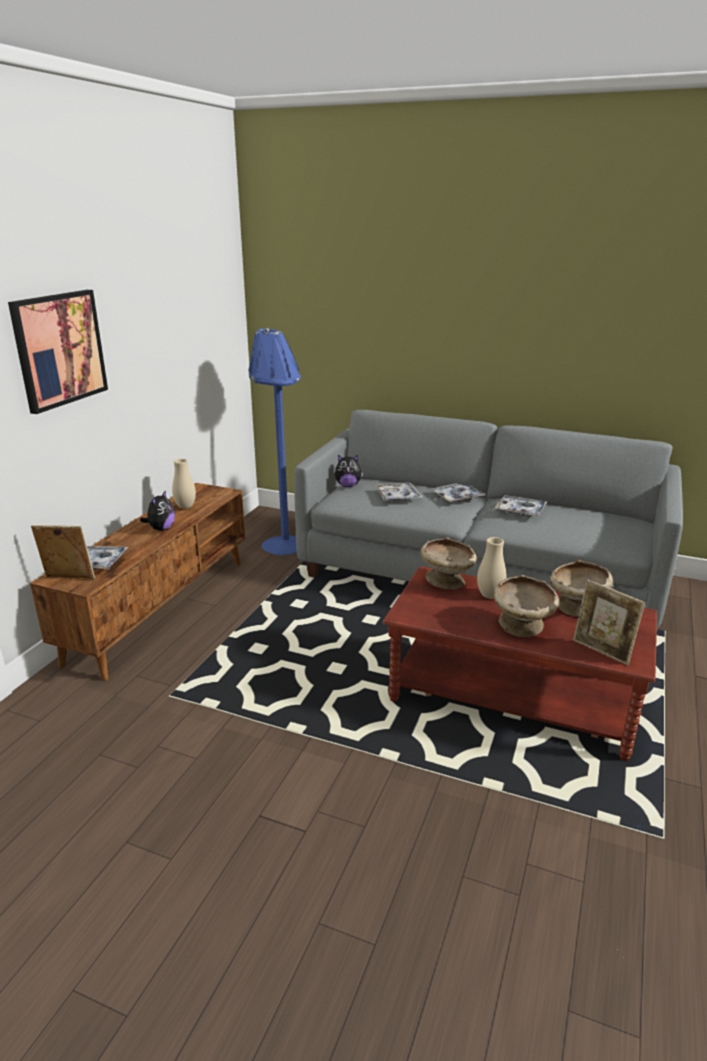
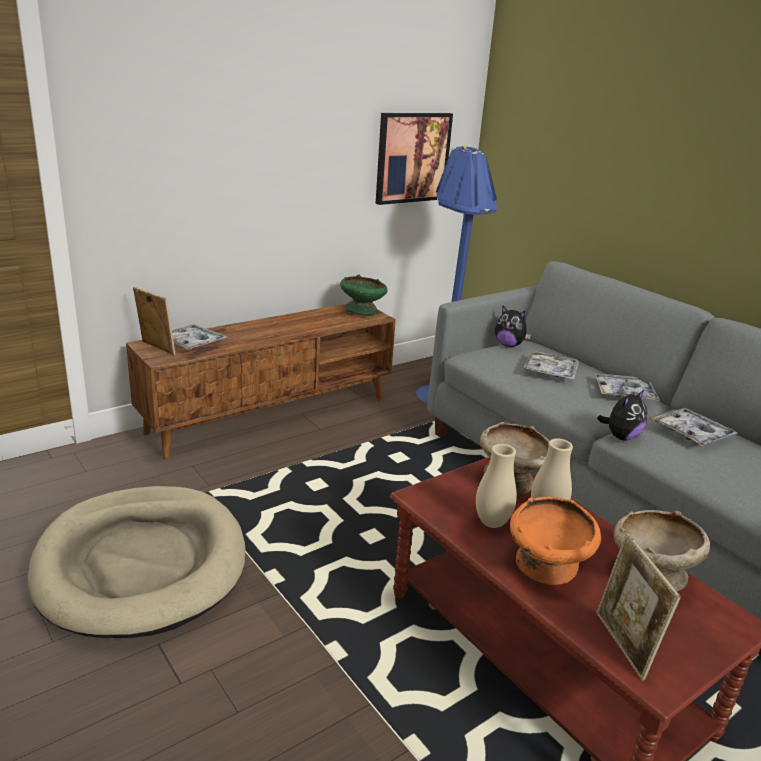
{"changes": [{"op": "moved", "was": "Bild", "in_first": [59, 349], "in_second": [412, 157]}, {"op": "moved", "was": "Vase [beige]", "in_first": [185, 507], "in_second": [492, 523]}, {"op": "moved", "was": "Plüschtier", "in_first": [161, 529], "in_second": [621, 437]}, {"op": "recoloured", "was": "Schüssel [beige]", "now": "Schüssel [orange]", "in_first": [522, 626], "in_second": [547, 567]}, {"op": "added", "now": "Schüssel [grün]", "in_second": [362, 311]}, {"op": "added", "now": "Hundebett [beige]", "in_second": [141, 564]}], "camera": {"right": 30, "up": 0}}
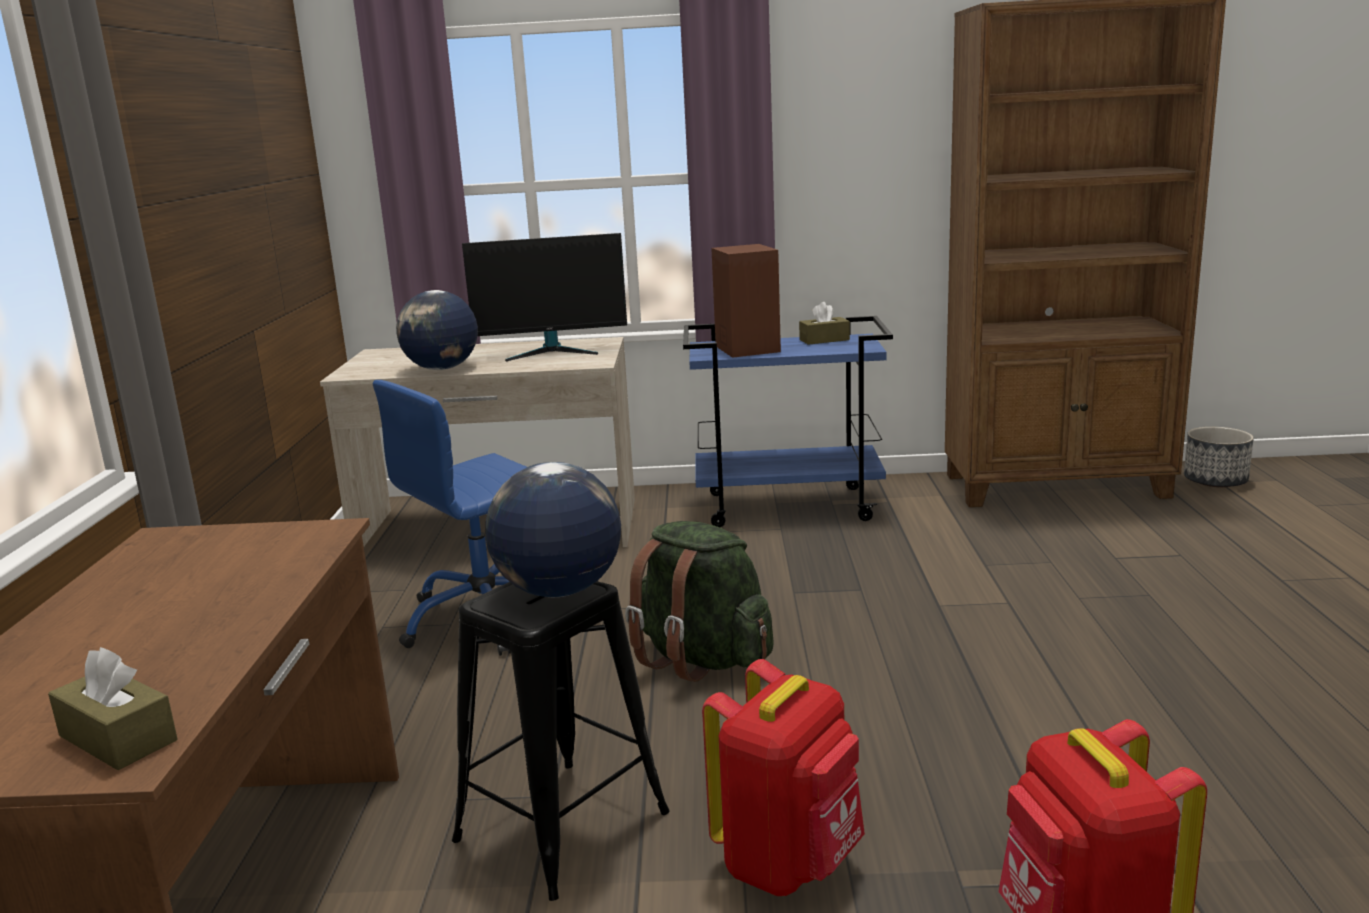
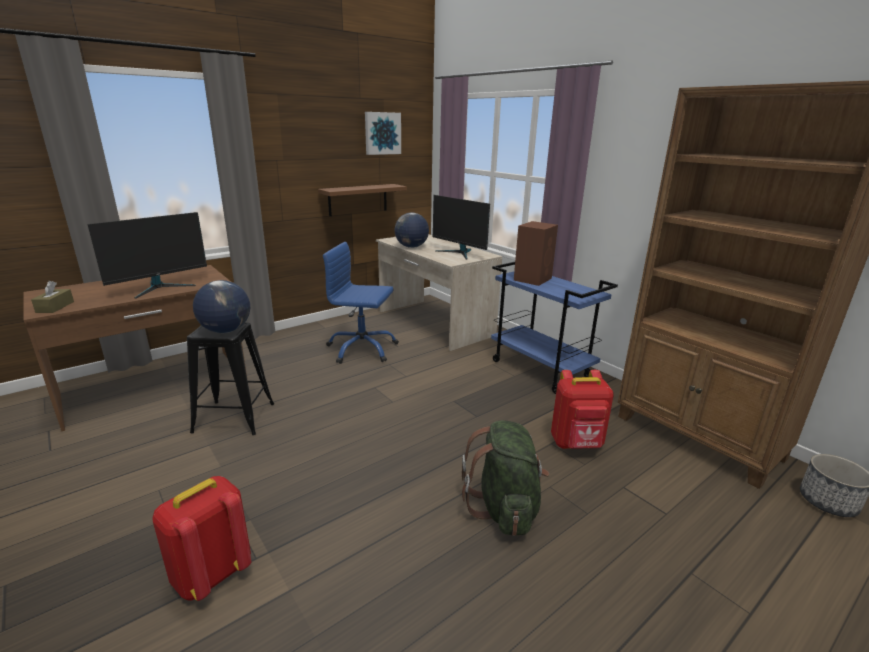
{"changes": [{"op": "removed", "was": "Taschentuchbox [braun]", "in_first": [824, 340]}, {"op": "moved", "was": "Rucksack [grün]", "in_first": [701, 659], "in_second": [504, 508]}, {"op": "moved", "was": "Rucksack [rot]", "in_first": [789, 863], "in_second": [577, 444]}, {"op": "added", "now": "Bild", "in_second": [382, 133]}, {"op": "added", "now": "Wandregal [braun]", "in_second": [358, 199]}, {"op": "added", "now": "Monitor", "in_second": [160, 287]}], "camera": {"right": 50, "up": 5}}
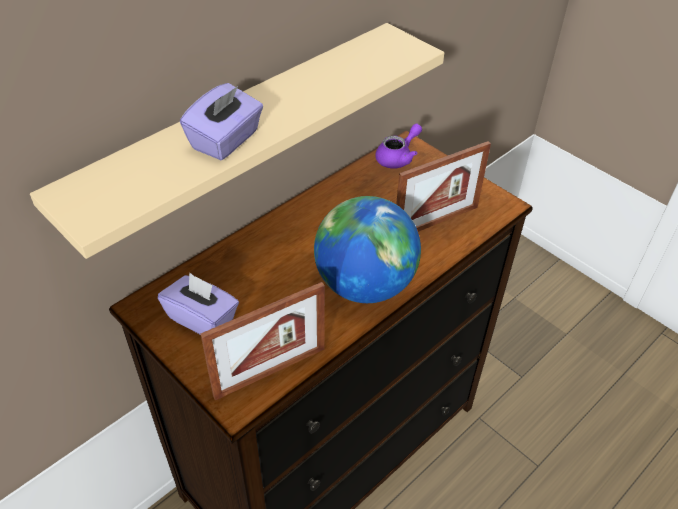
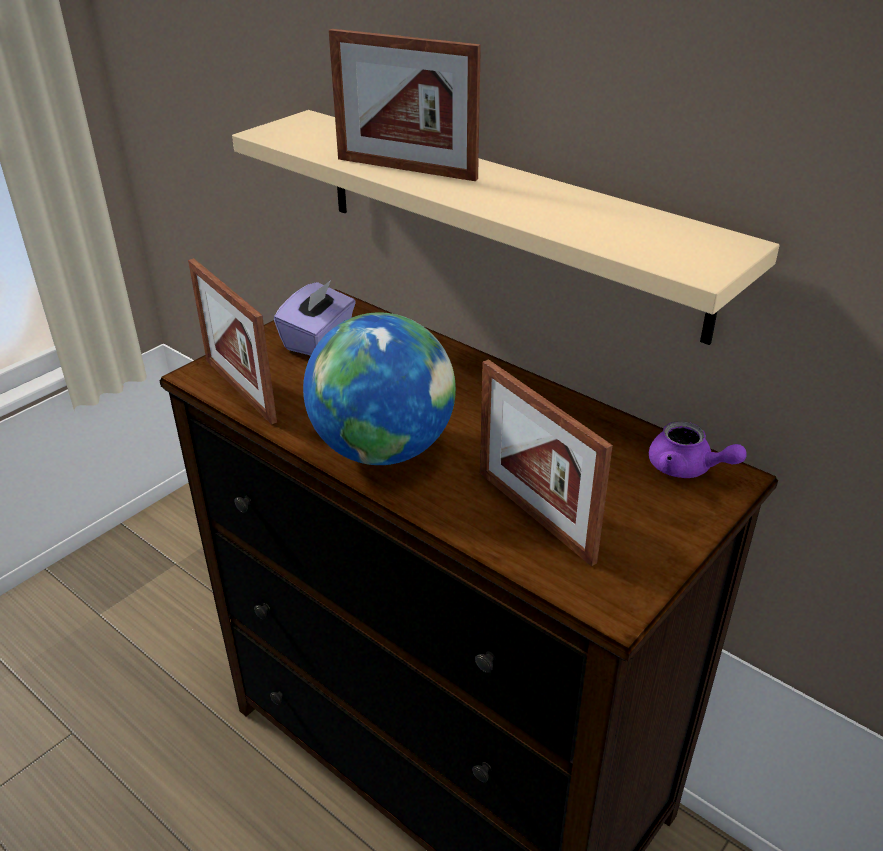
{"changes": [{"op": "replaced", "was": "Taschentuchbox [lila]", "now": "Bilderrahmen", "in_first": [226, 140], "in_second": [406, 169]}], "camera": {"right": 85, "up": -10}}
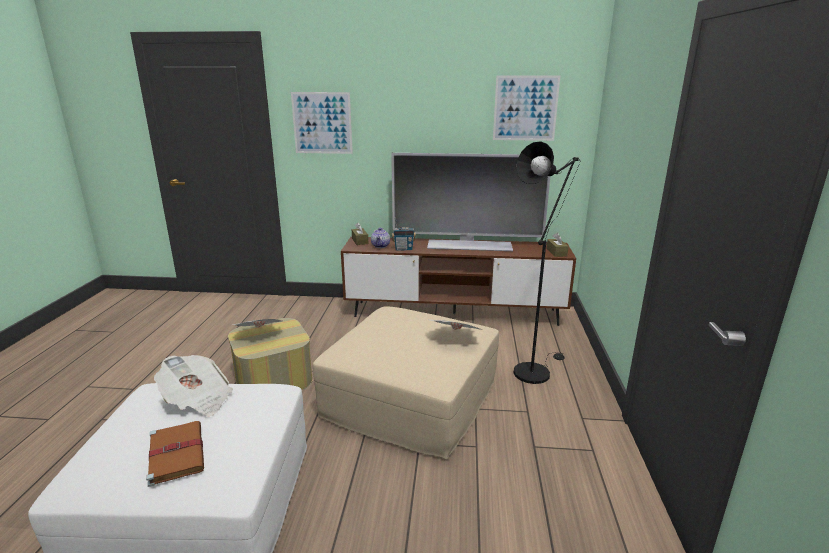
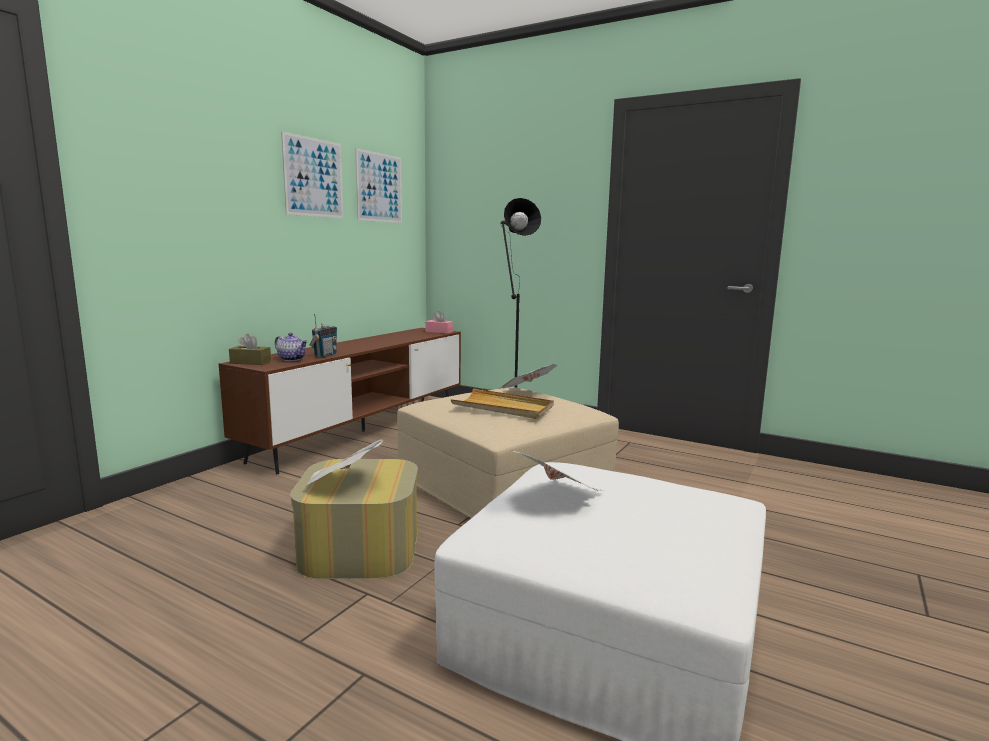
{"changes": [{"op": "moved", "was": "Bild", "in_first": [322, 123], "in_second": [313, 177]}, {"op": "removed", "was": "Fernseher", "in_first": [469, 245]}, {"op": "recoloured", "was": "Taschentuchbox [braun]", "now": "Taschentuchbox [rosa]", "in_first": [556, 252], "in_second": [439, 332]}, {"op": "removed", "was": "Buch [braun]", "in_first": [176, 453]}, {"op": "added", "now": "Tablett [beige]", "in_second": [503, 407]}], "camera": {"right": -65, "up": -10}}
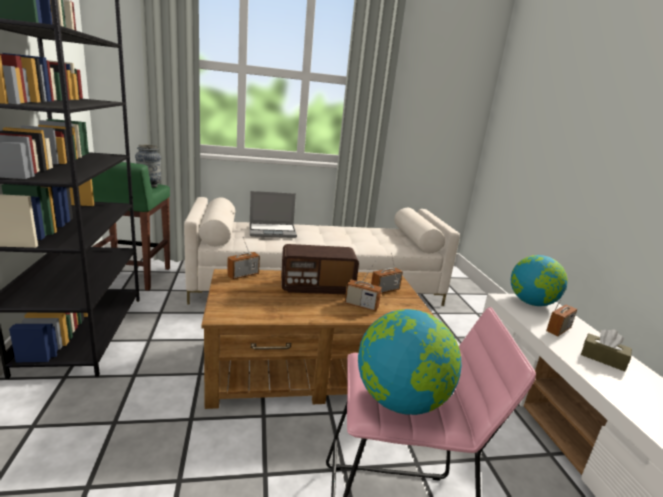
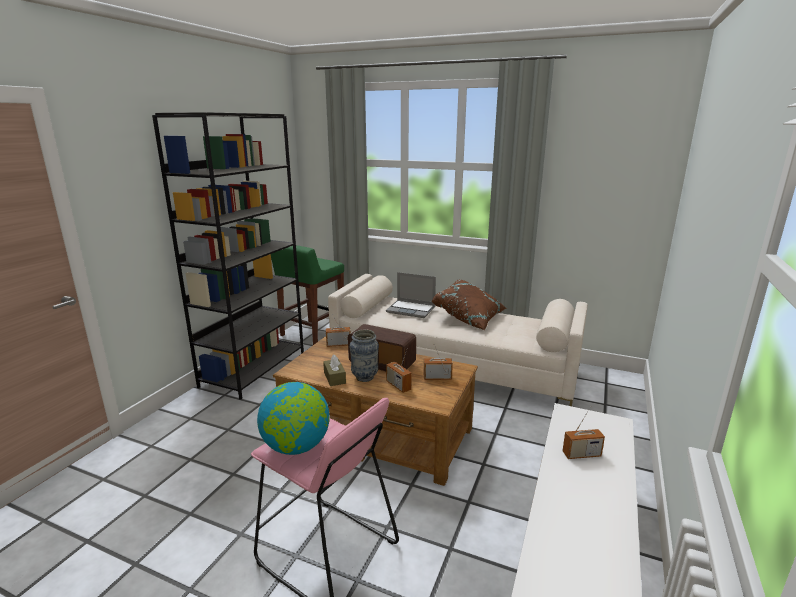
{"changes": [{"op": "moved", "was": "Vase", "in_first": [150, 185], "in_second": [365, 377]}, {"op": "removed", "was": "Globus", "in_first": [531, 303]}, {"op": "moved", "was": "Taschentuchbox [braun]", "in_first": [603, 358], "in_second": [334, 378]}, {"op": "added", "now": "Kissen [braun]", "in_second": [469, 317]}], "camera": {"right": 35, "up": 0}}
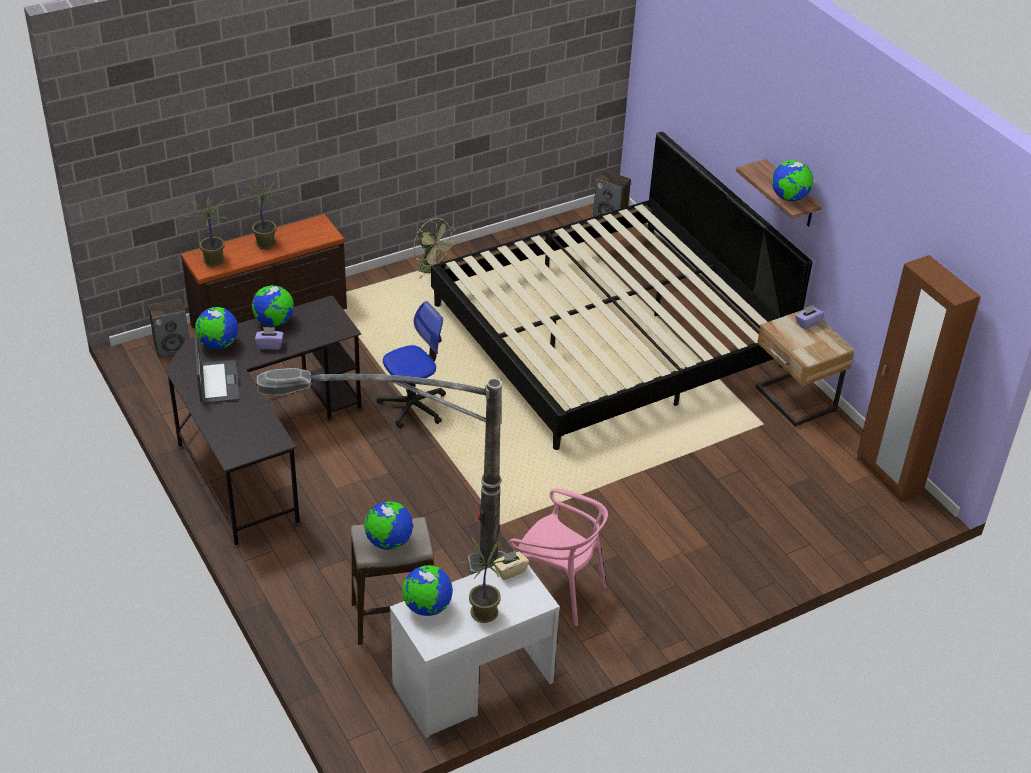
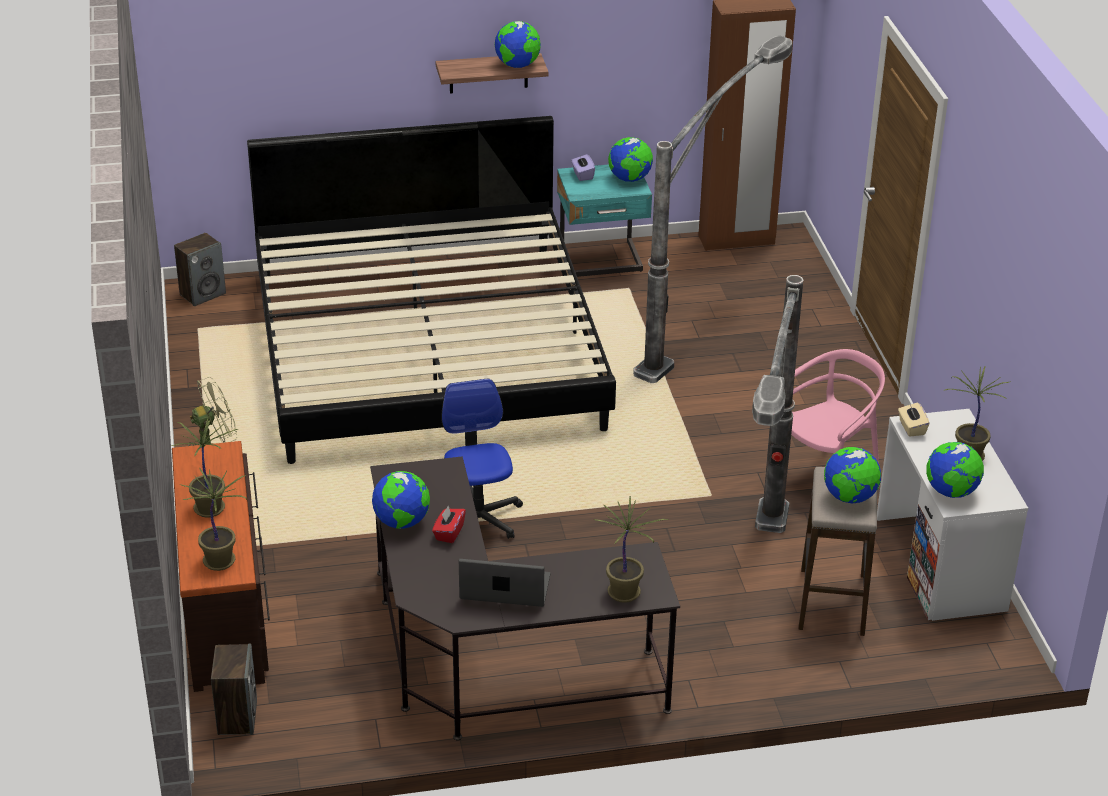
{"changes": [{"op": "moved", "was": "Globus", "in_first": [218, 344], "in_second": [629, 179]}, {"op": "recoloured", "was": "Nachttisch [beige]", "now": "Nachttisch [türkis]", "in_first": [793, 401], "in_second": [602, 261]}, {"op": "recoloured", "was": "Taschentuchbox [lila]", "now": "Taschentuchbox [rot]", "in_first": [270, 345], "in_second": [449, 533]}, {"op": "added", "now": "Stehlampe", "in_second": [706, 325]}, {"op": "added", "now": "Topfpflanze", "in_second": [625, 593]}], "camera": {"right": -70, "up": -5}}
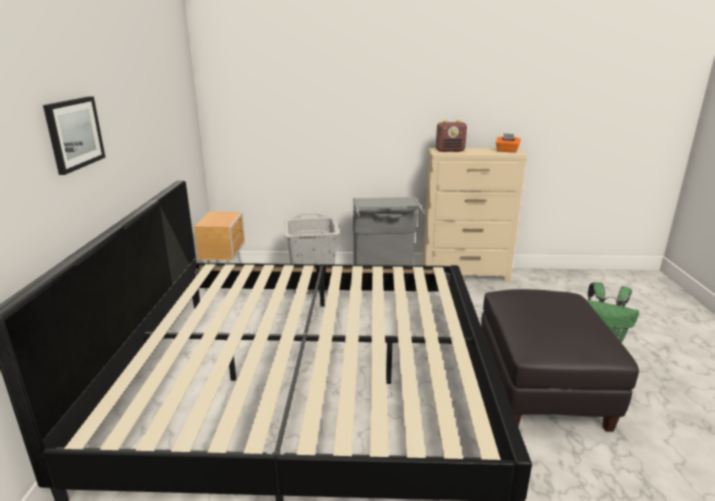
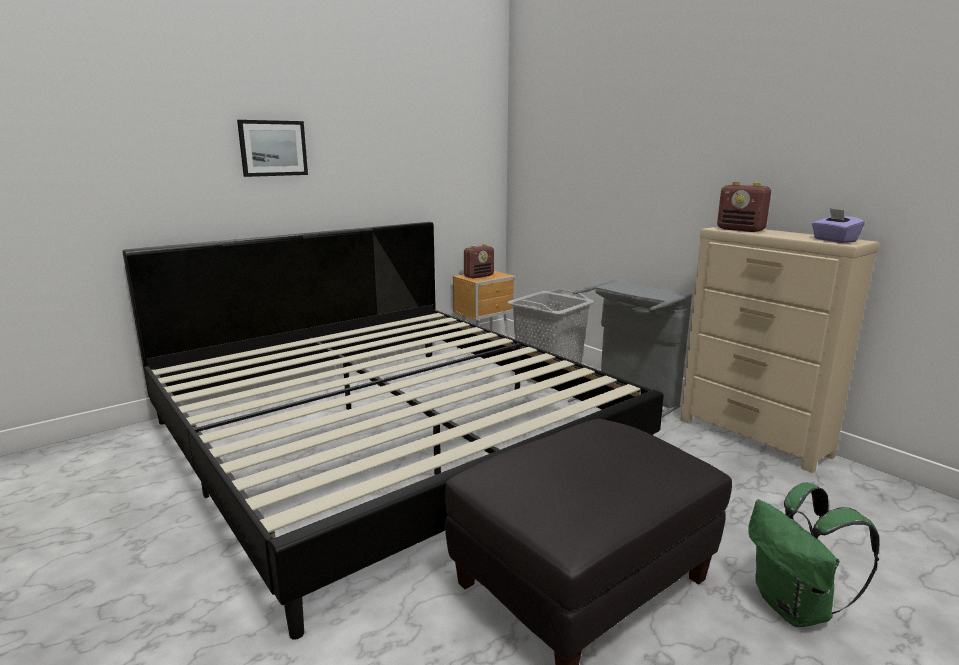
{"changes": [{"op": "recoloured", "was": "Taschentuchbox [orange]", "now": "Taschentuchbox [lila]", "in_first": [507, 151], "in_second": [834, 240]}, {"op": "added", "now": "Radio", "in_second": [479, 276]}], "camera": {"right": 50, "up": -5}}
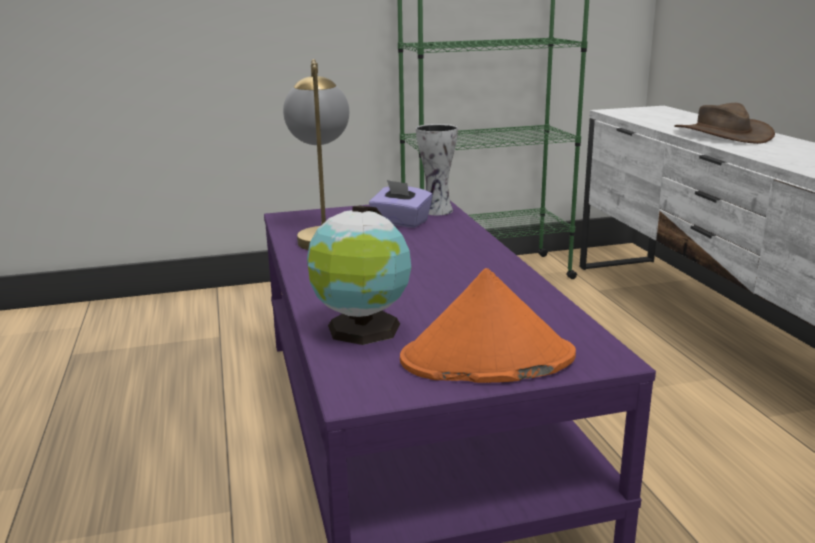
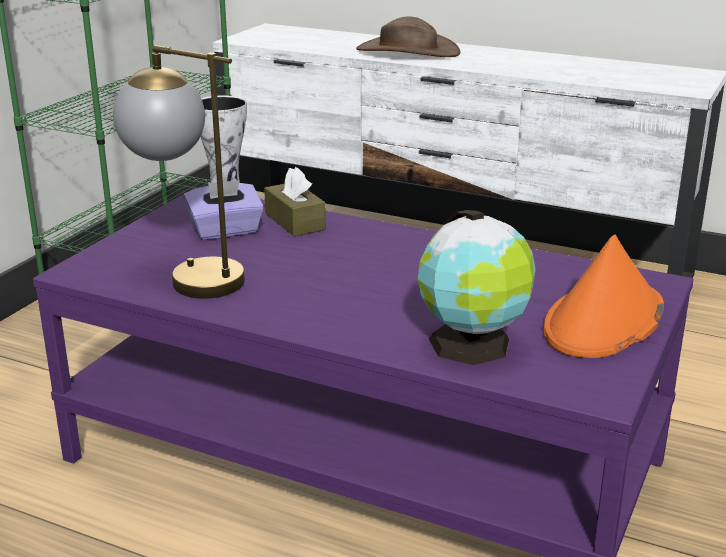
{"changes": [{"op": "added", "now": "Taschentuchbox [braun]", "in_second": [295, 222]}], "camera": {"right": -50, "up": 5}}
